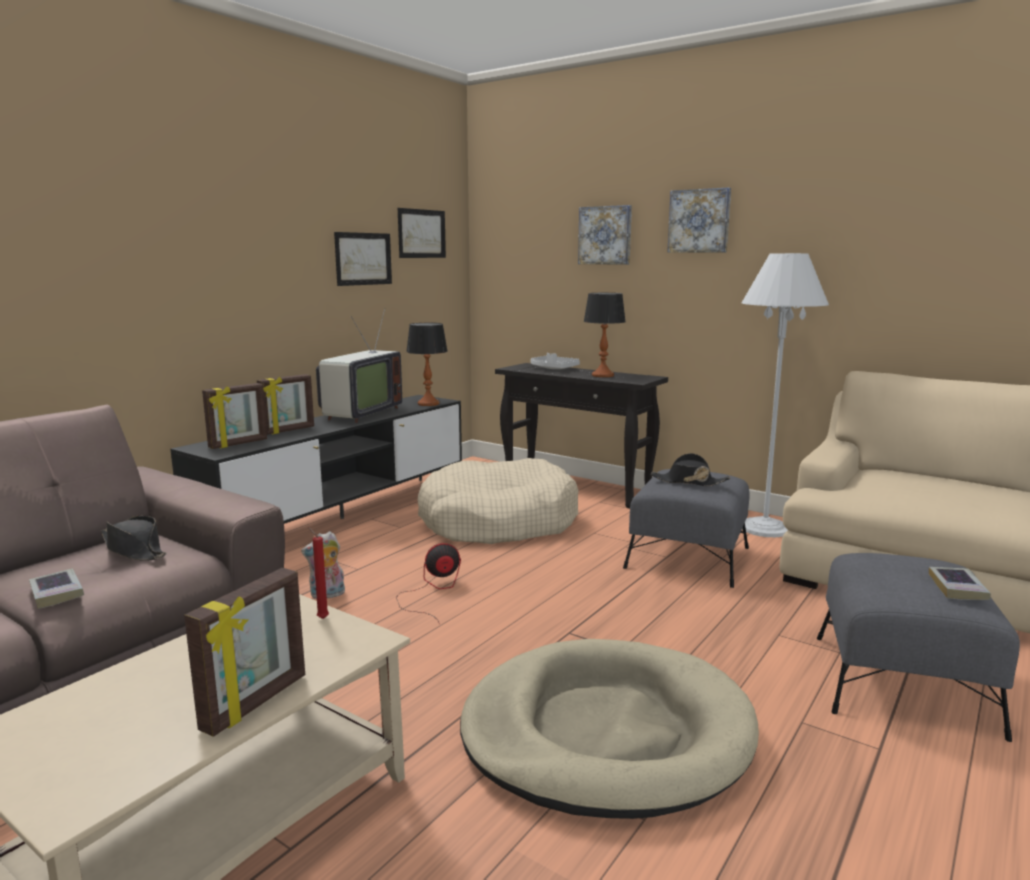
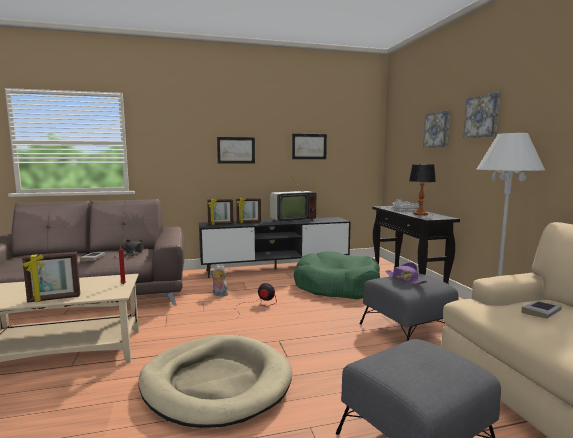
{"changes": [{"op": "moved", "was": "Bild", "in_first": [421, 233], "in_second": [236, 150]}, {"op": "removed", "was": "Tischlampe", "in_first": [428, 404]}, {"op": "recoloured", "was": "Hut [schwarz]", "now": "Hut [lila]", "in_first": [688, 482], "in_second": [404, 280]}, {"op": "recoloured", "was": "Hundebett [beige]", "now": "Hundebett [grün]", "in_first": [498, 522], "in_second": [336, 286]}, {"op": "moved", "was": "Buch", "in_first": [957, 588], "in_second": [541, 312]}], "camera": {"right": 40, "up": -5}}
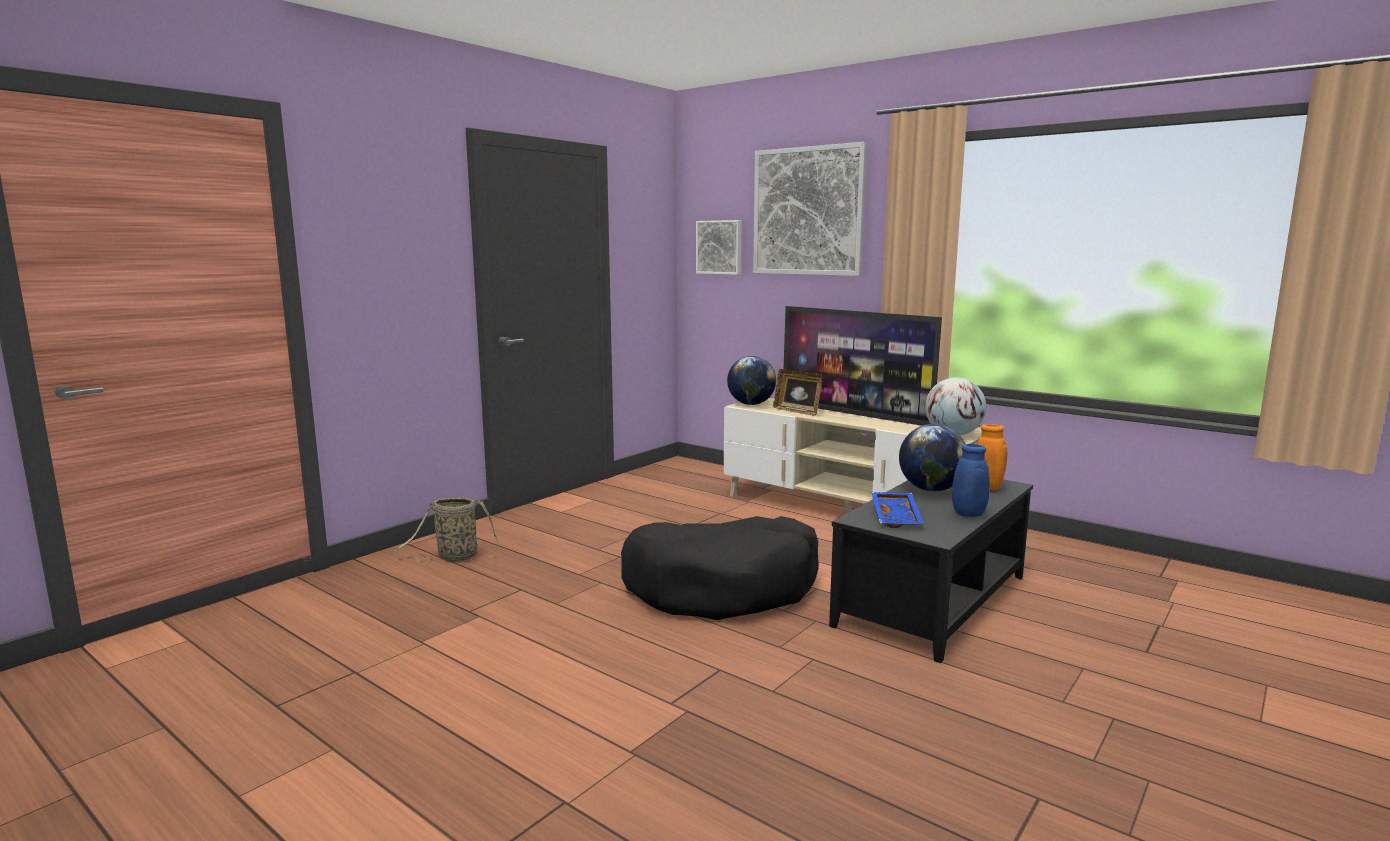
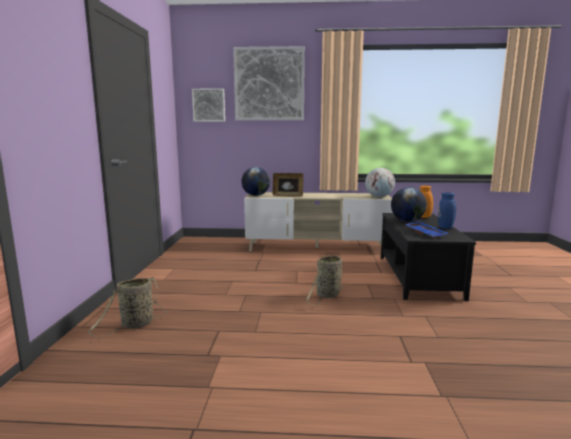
{"changes": [{"op": "removed", "was": "Fernseher", "in_first": [854, 414]}, {"op": "replaced", "was": "Hundebett [schwarz]", "now": "Korb", "in_first": [723, 587], "in_second": [327, 295]}], "camera": {"right": -35, "up": 0}}
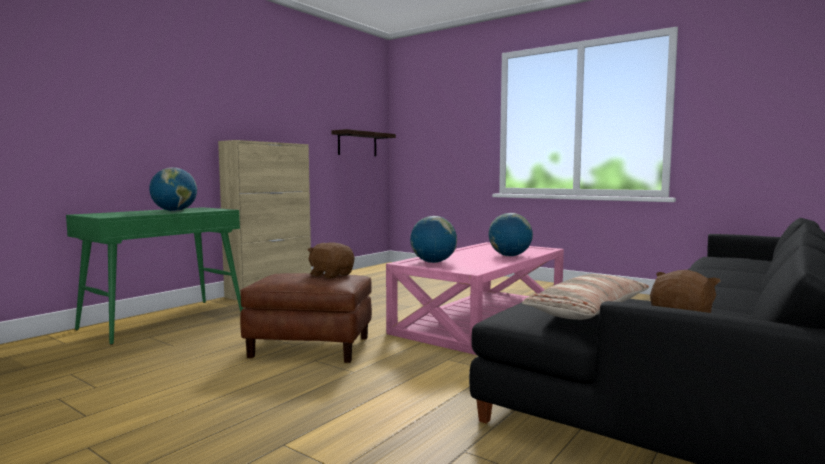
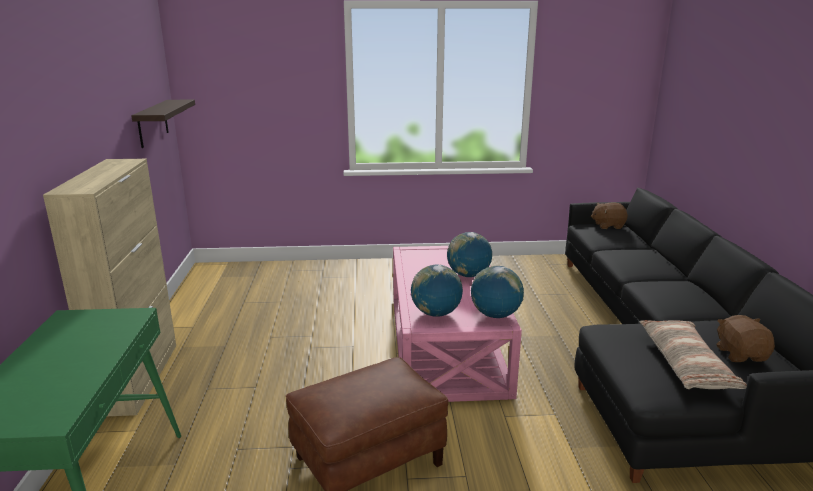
{"changes": [{"op": "moved", "was": "Globus", "in_first": [174, 211], "in_second": [495, 315]}, {"op": "moved", "was": "Plüschtier [braun]", "in_first": [331, 275], "in_second": [608, 226]}], "camera": {"right": -40, "up": 15}}
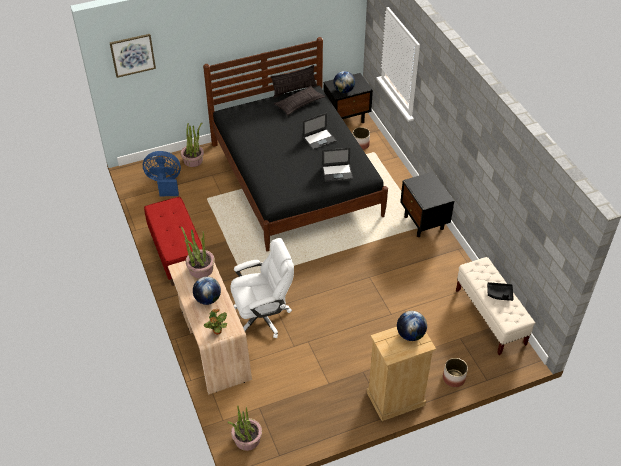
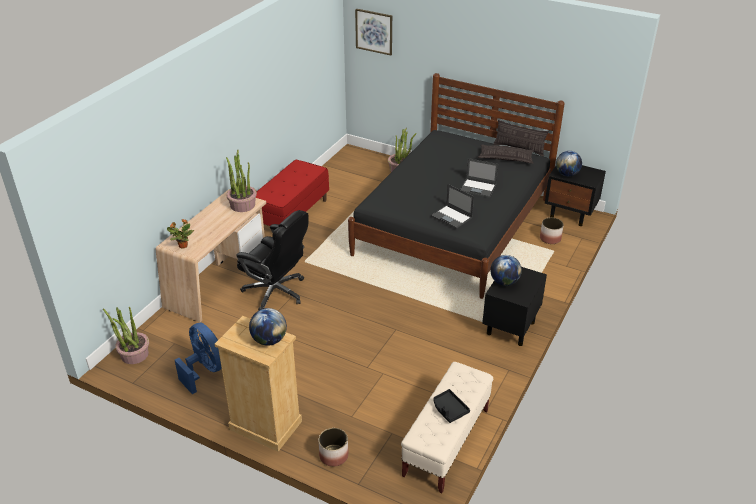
{"changes": [{"op": "moved", "was": "Ventilator [blau]", "in_first": [164, 183], "in_second": [205, 370]}, {"op": "recoloured", "was": "Bürostuhl [weiß]", "now": "Bürostuhl [schwarz]", "in_first": [263, 316], "in_second": [276, 292]}, {"op": "moved", "was": "Globus", "in_first": [207, 299], "in_second": [504, 282]}], "camera": {"right": 50, "up": -10}}
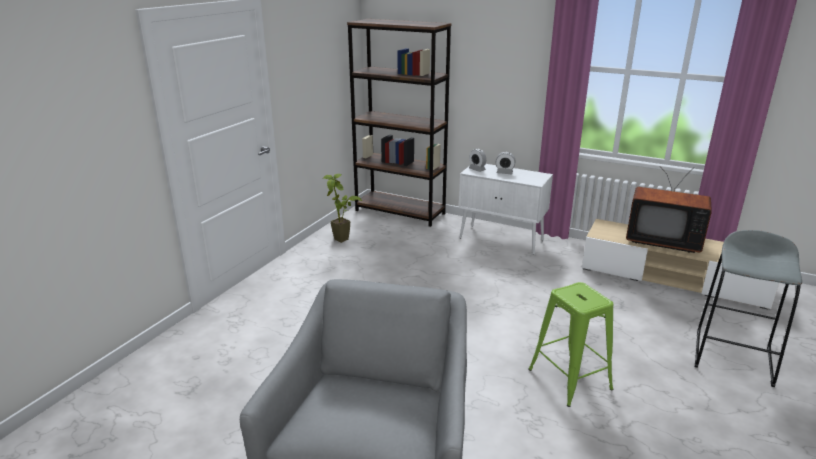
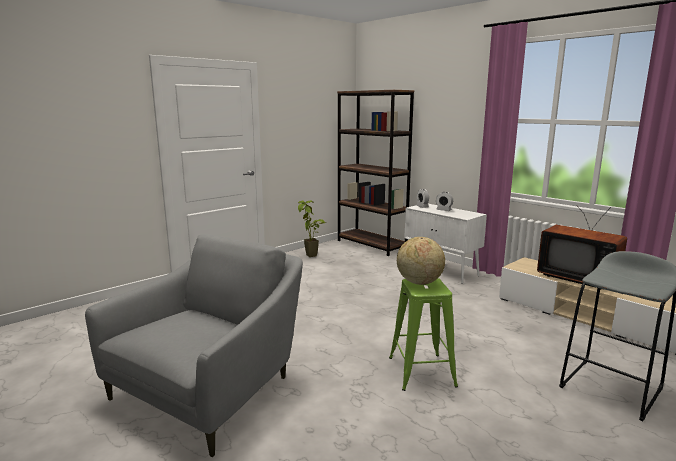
{"changes": [{"op": "added", "now": "Globus", "in_second": [419, 282]}], "camera": {"right": 20, "up": -10}}
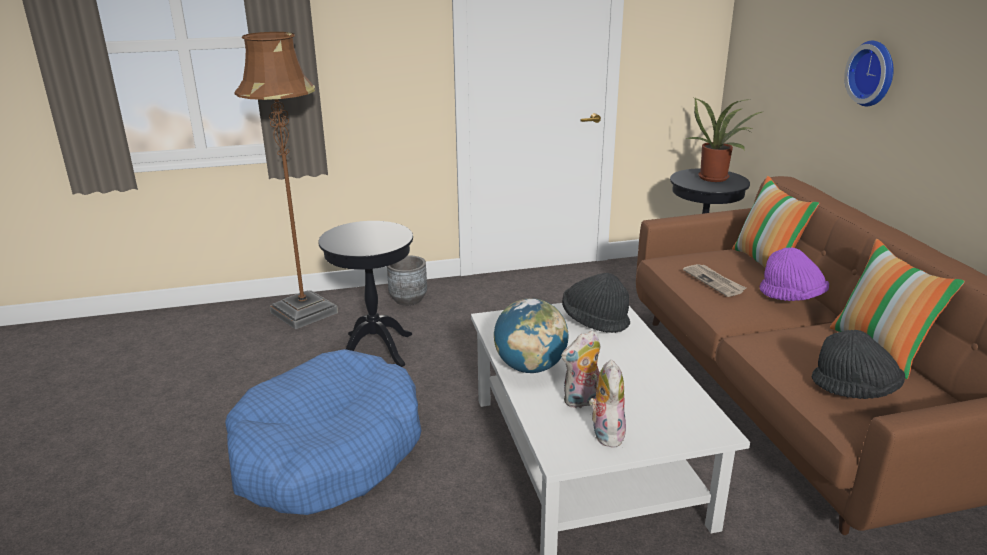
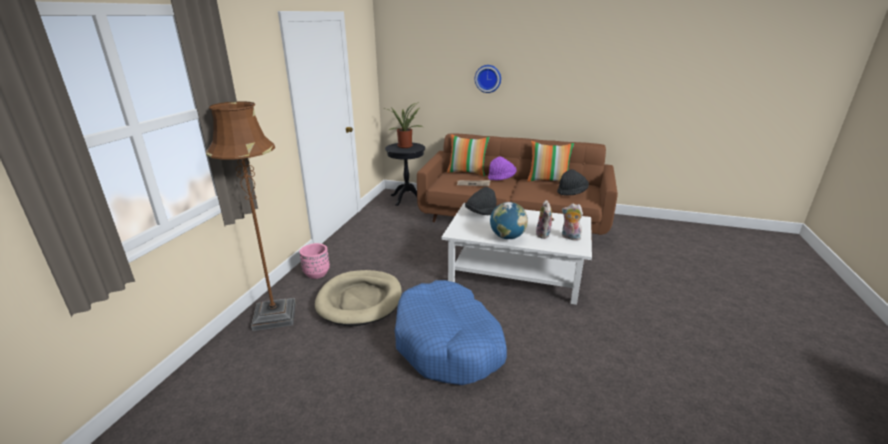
{"changes": [{"op": "replaced", "was": "Beistelltisch [schwarz]", "now": "Hundebett [beige]", "in_first": [375, 349], "in_second": [360, 300]}, {"op": "recoloured", "was": "Pflanzkübel [grau]", "now": "Pflanzkübel [rosa]", "in_first": [408, 299], "in_second": [317, 273]}], "camera": {"right": -60, "up": 0}}
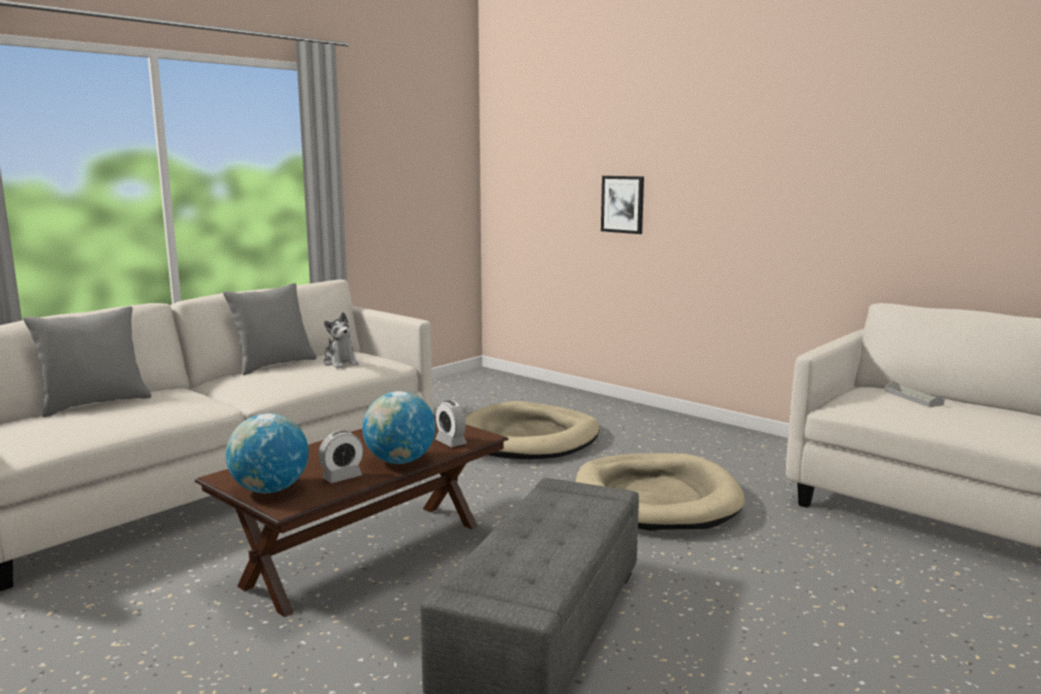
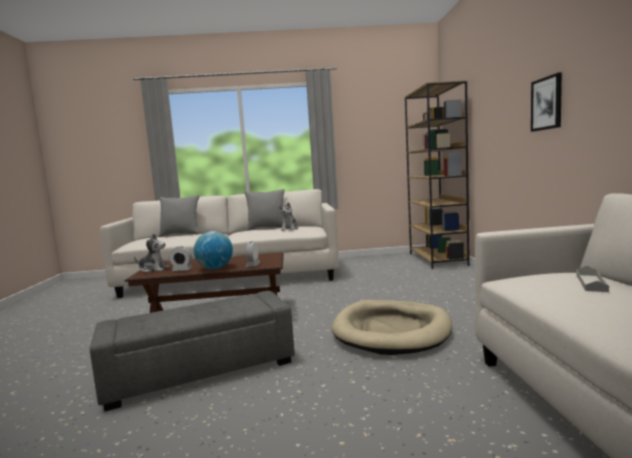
{"changes": [{"op": "moved", "was": "Bild", "in_first": [623, 204], "in_second": [547, 103]}, {"op": "removed", "was": "Hundebett [beige]", "in_first": [529, 438]}, {"op": "replaced", "was": "Globus", "now": "Plüschtier", "in_first": [270, 490], "in_second": [153, 269]}, {"op": "added", "now": "Bücherregal [braun]", "in_second": [438, 259]}], "camera": {"right": 45, "up": -5}}
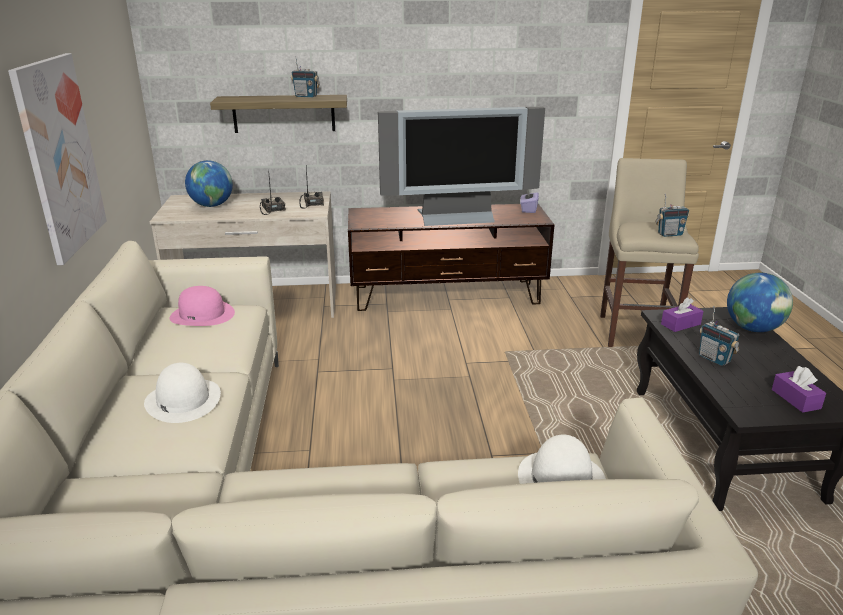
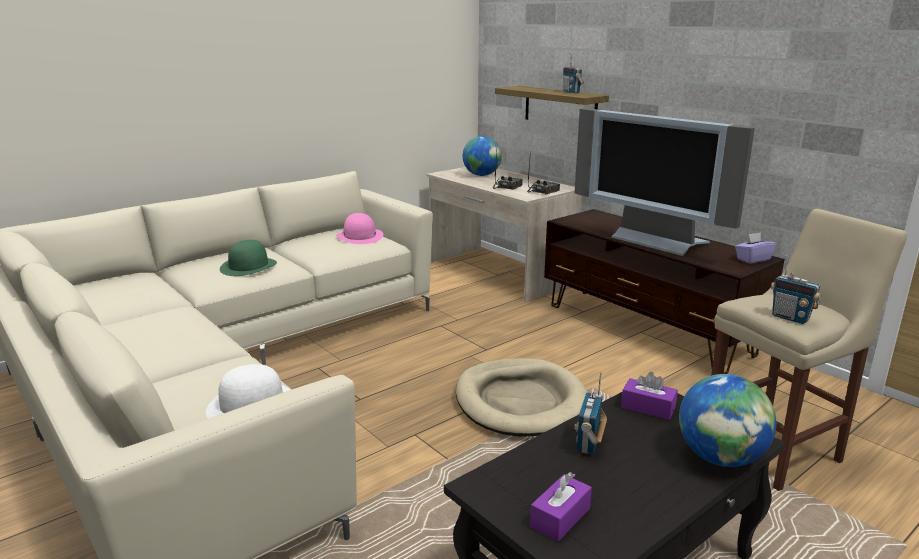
{"changes": [{"op": "removed", "was": "Bild", "in_first": [59, 156]}, {"op": "recoloured", "was": "Hut [weiß]", "now": "Hut [grün]", "in_first": [183, 400], "in_second": [248, 266]}, {"op": "added", "now": "Hundebett [beige]", "in_second": [521, 402]}], "camera": {"right": 55, "up": -5}}
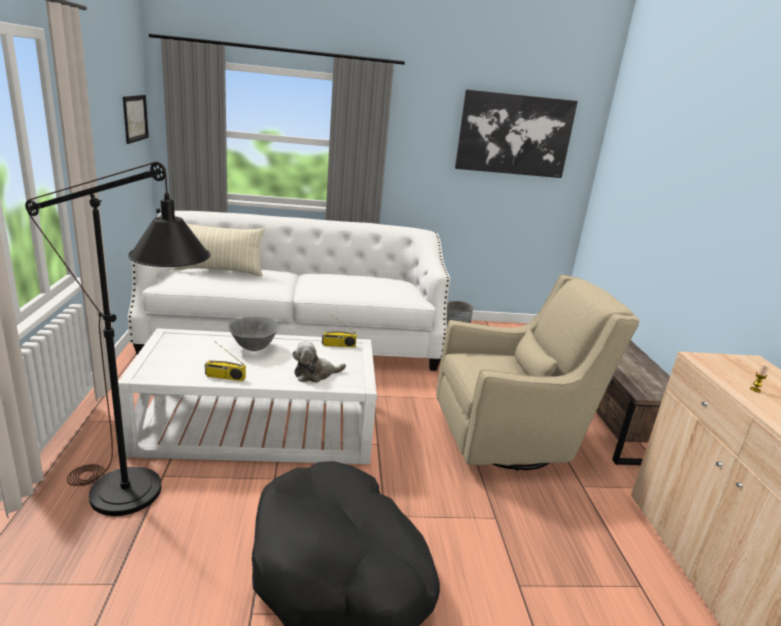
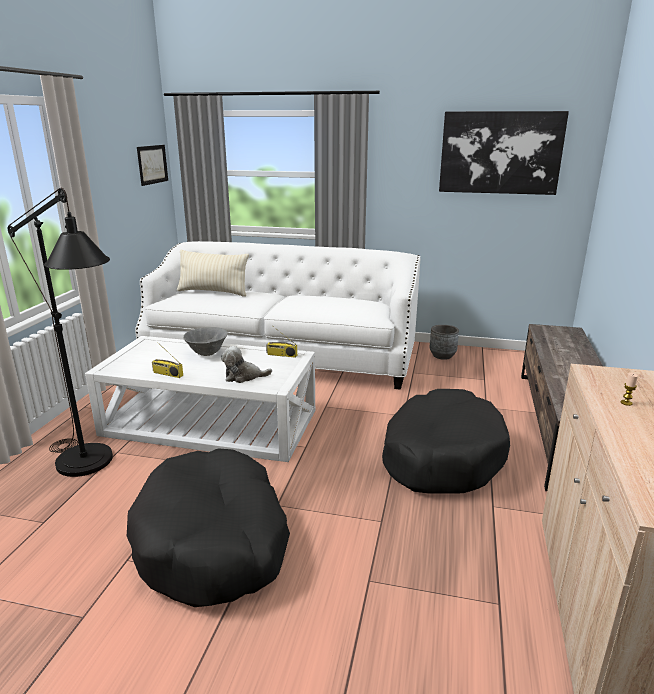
{"changes": [{"op": "replaced", "was": "Sessel [beige]", "now": "Hundebett [schwarz]", "in_first": [511, 439], "in_second": [441, 456]}], "camera": {"right": 20, "up": 0}}
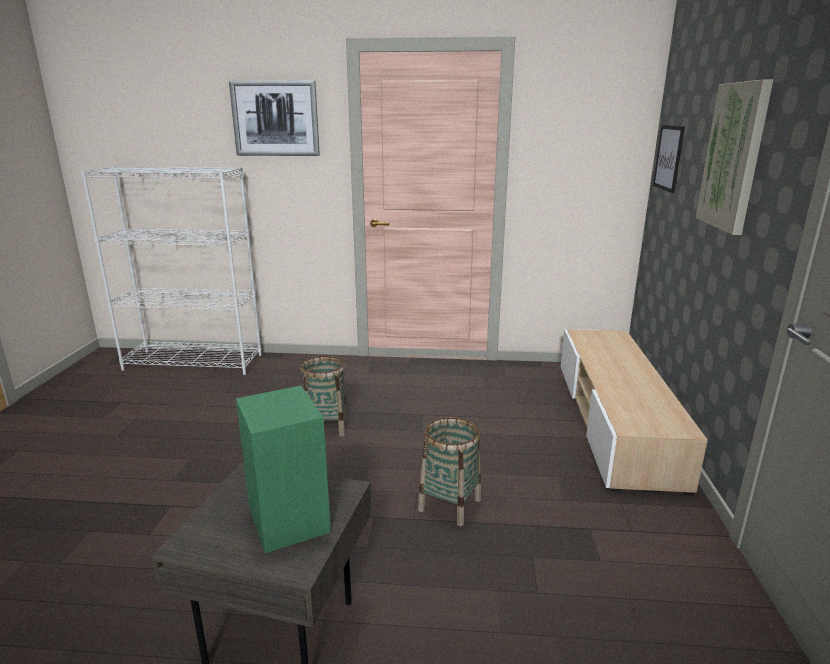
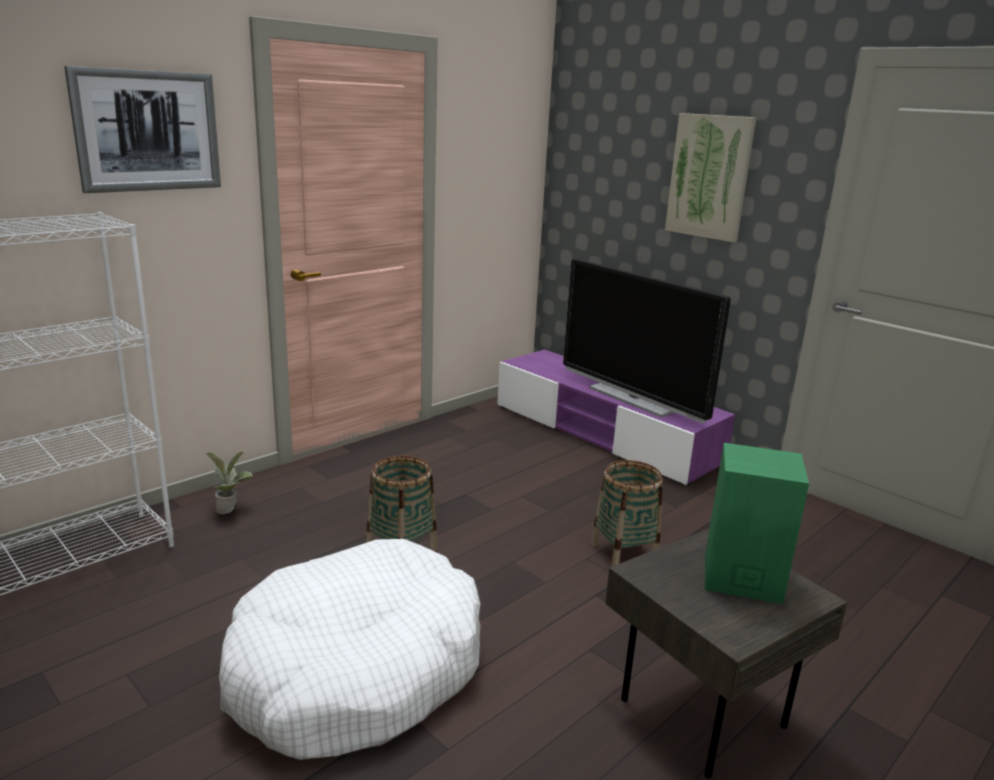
{"changes": [{"op": "removed", "was": "Bild", "in_first": [668, 158]}, {"op": "recoloured", "was": "Fernsehschrank [beige]", "now": "Fernsehschrank [lila]", "in_first": [614, 420], "in_second": [603, 434]}, {"op": "added", "now": "Fernseher", "in_second": [633, 399]}, {"op": "added", "now": "Topfpflanze", "in_second": [231, 508]}, {"op": "added", "now": "Hundebett [weiß]", "in_second": [356, 669]}], "camera": {"right": -50, "up": 0}}
